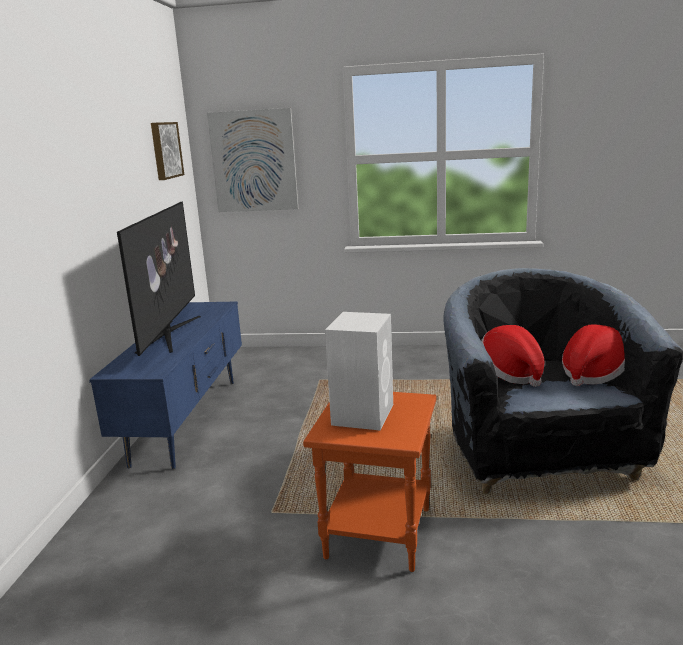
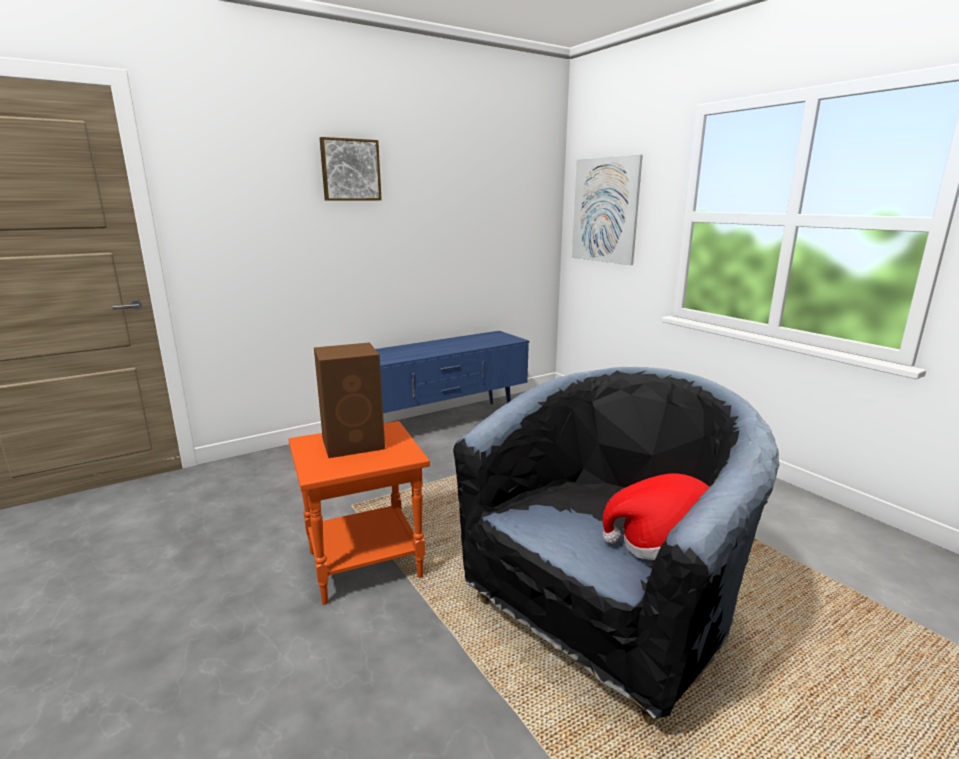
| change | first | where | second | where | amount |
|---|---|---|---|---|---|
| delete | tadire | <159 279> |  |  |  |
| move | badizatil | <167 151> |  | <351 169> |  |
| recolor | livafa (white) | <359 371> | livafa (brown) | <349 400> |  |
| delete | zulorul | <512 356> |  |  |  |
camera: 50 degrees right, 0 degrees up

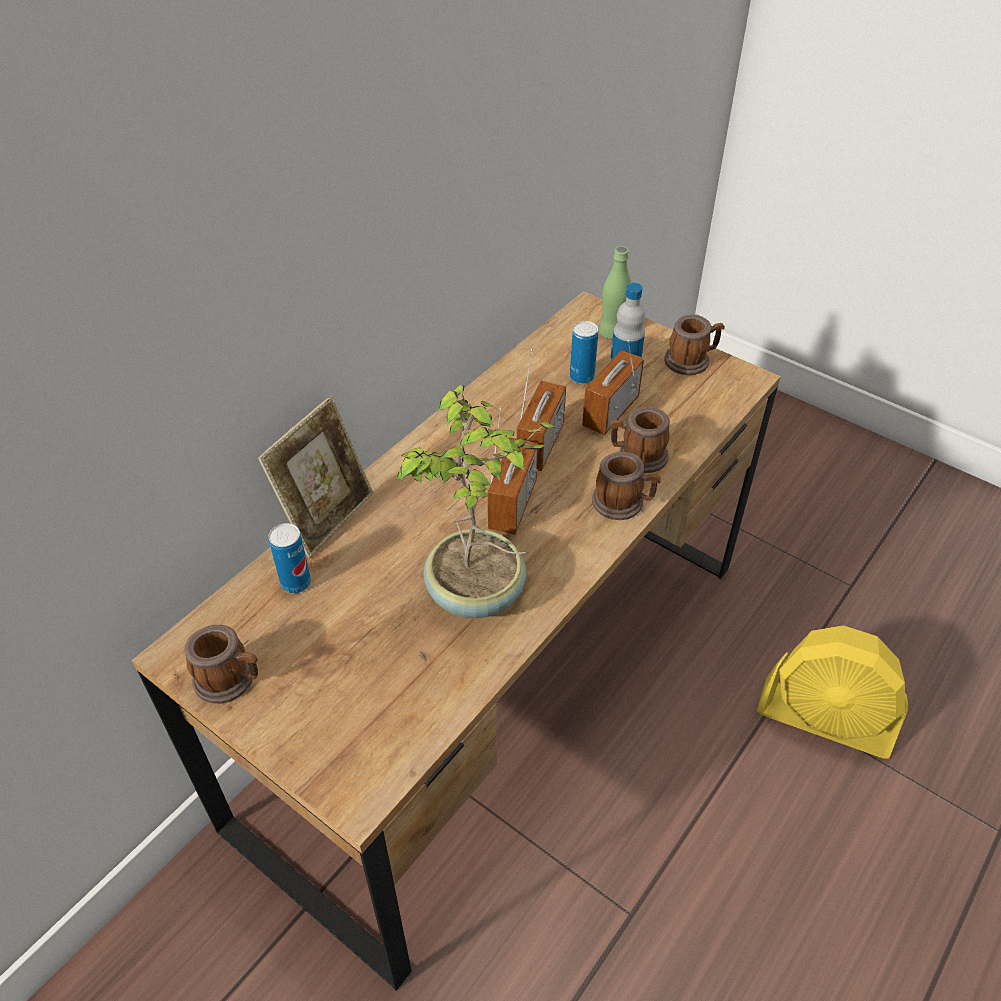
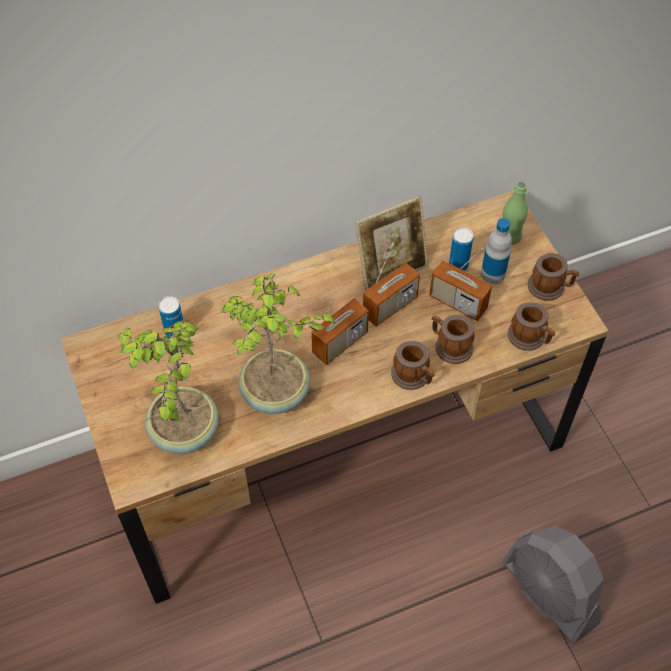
| change | first | where | second | where | amount |
|---|---|---|---|---|---|
| move | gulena | <221 664> |  | <531 326> |  |
| move | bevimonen | <315 477> |  | <391 243> |  |
| rotate | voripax | <613 387> |  | <460 284> | 120 degrees counterclockwise |
| recolor | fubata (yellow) | <832 692> | fubata (grey) | <553 585> |  |
| insert |  |  | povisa | <168 387> |  |
camera: 30 degrees right, 10 degrees up

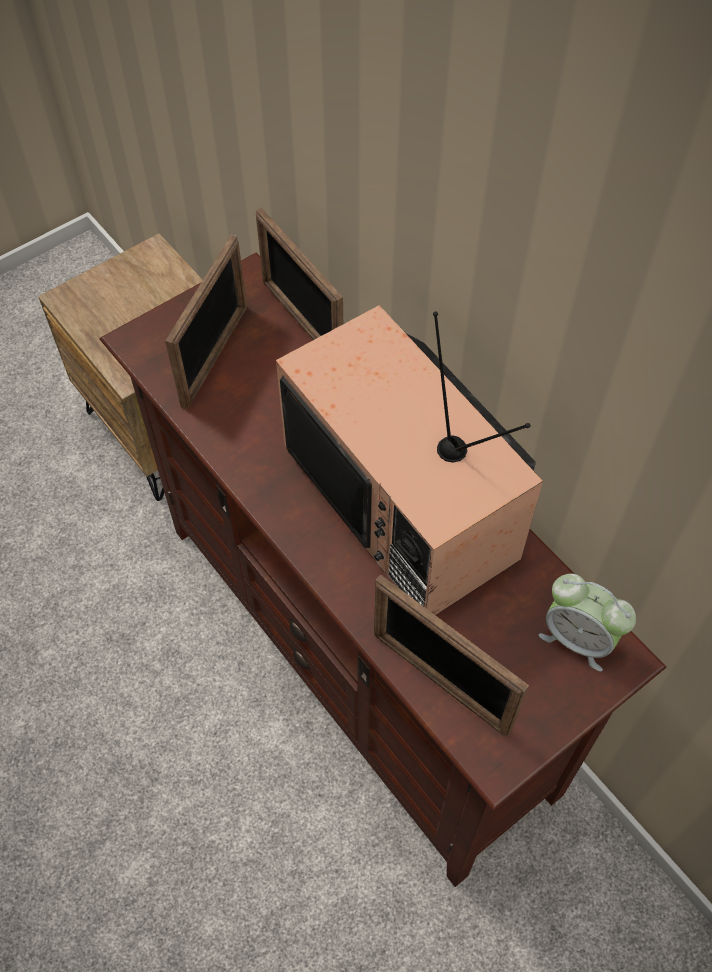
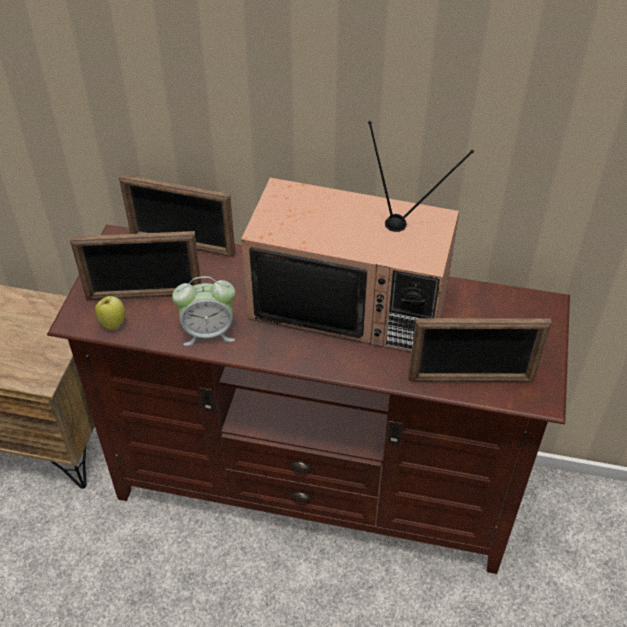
| change | first | where | second | where | amount |
|---|---|---|---|---|---|
| rotate | bevimonen | <206 322> |  | <135 265> | 105 degrees clockwise |
| move | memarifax | <587 622> |  | <204 311> |  |
| insert |  |  | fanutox | <110 313> |  |
camera: 40 degrees left, 10 degrees down

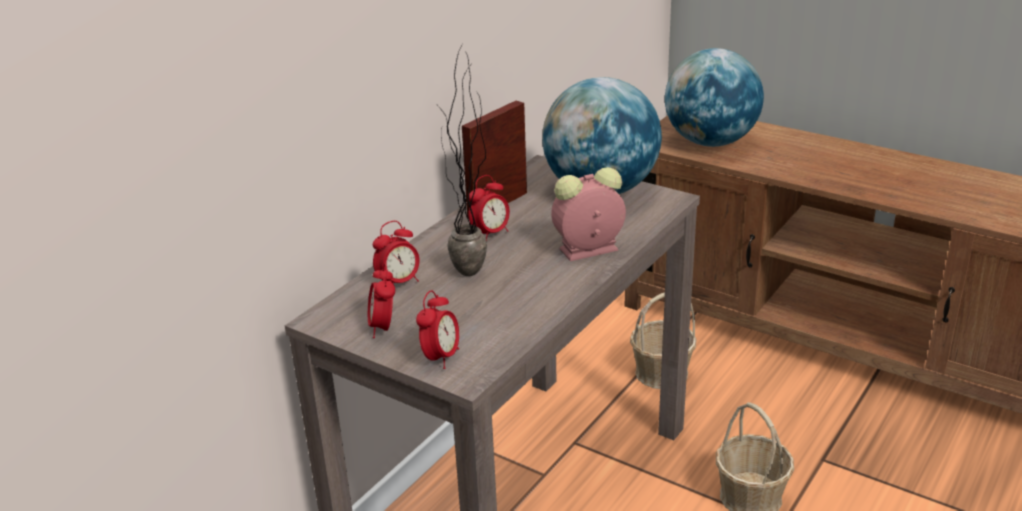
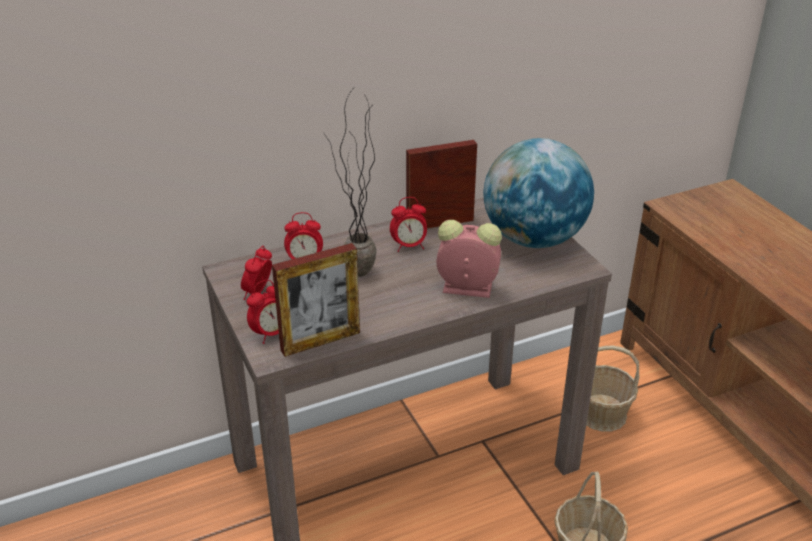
| change | first | where | second | where | amount |
|---|---|---|---|---|---|
| delete | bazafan | <714 97> |  |  |  |
| insert |  |  | bevimonen | <316 300> |  |
camera: 30 degrees right, 5 degrees up

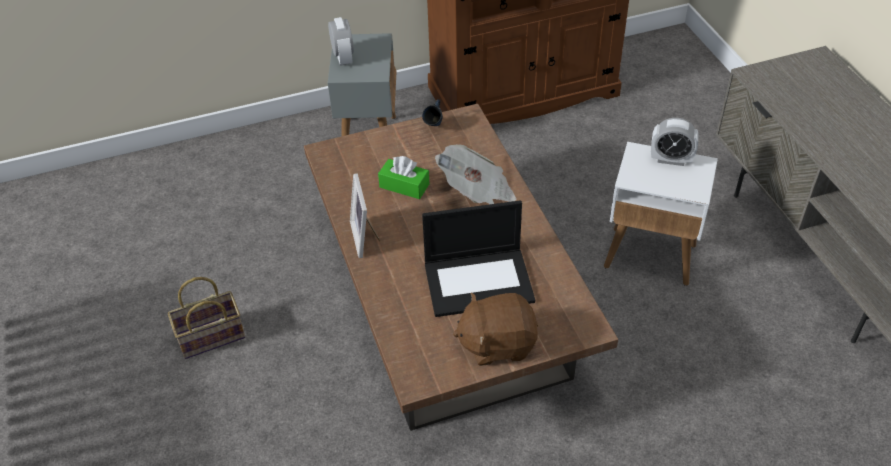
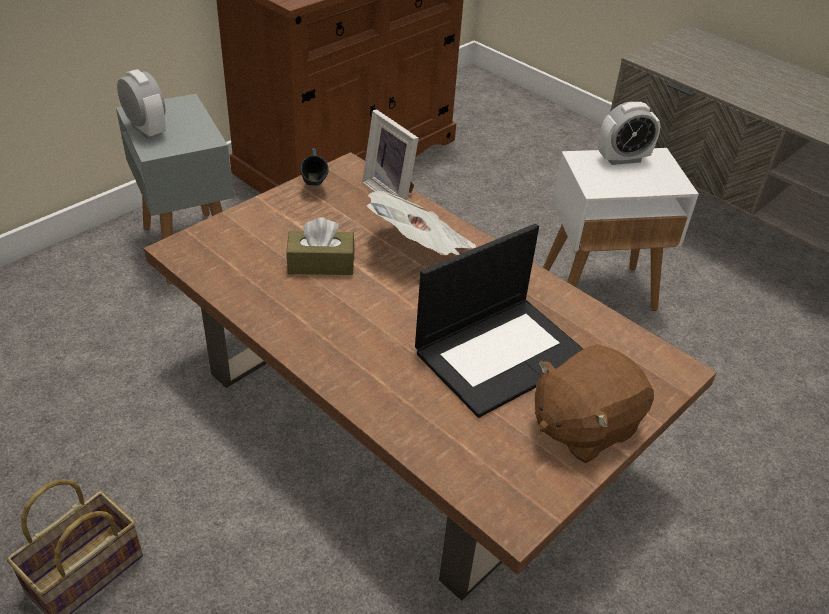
| change | first | where | second | where | amount |
|---|---|---|---|---|---|
| move | bevimonen | <365 215> |  | <390 154> |  |
| recolor | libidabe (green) | <403 177> | libidabe (brown) | <320 246> |  |
camera: 30 degrees left, 5 degrees down

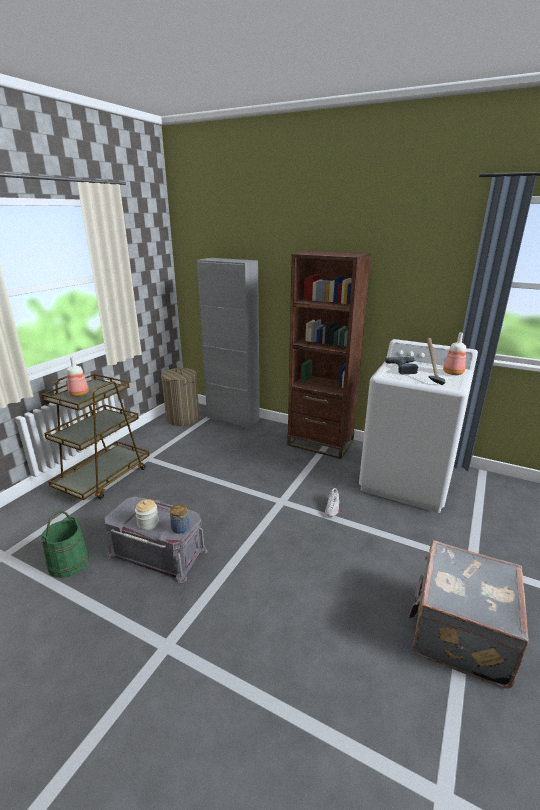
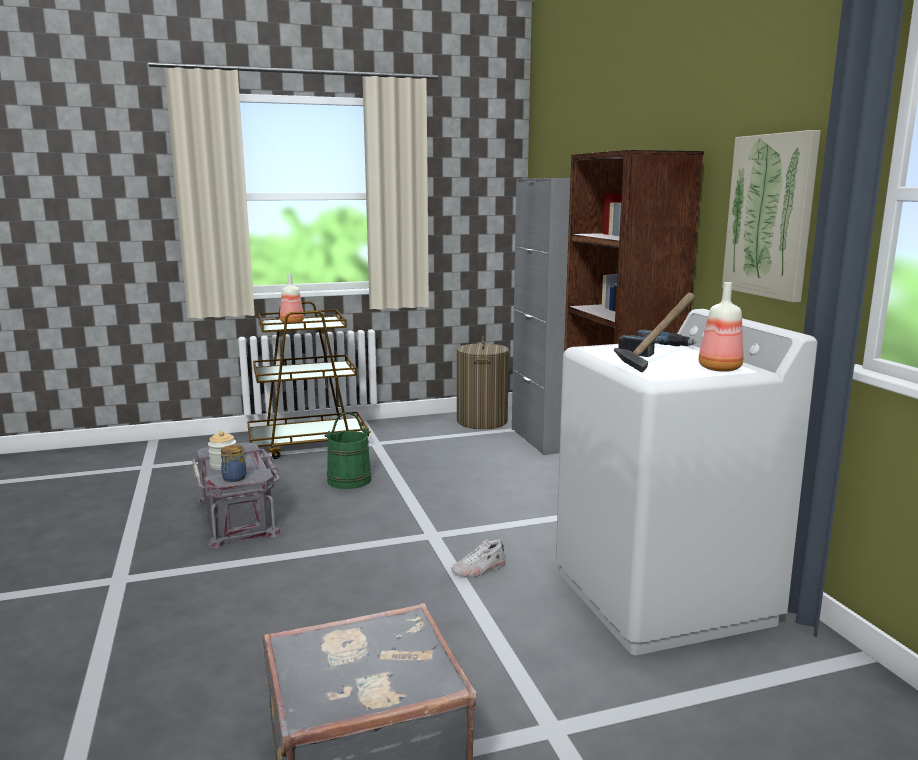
| change | first | where | second | where | amount |
|---|---|---|---|---|---|
| move | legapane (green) | <64 544> |  | <348 450> |  |
| insert |  |  | badizatil | <771 216> |  |
camera: 45 degrees right, 10 degrees down

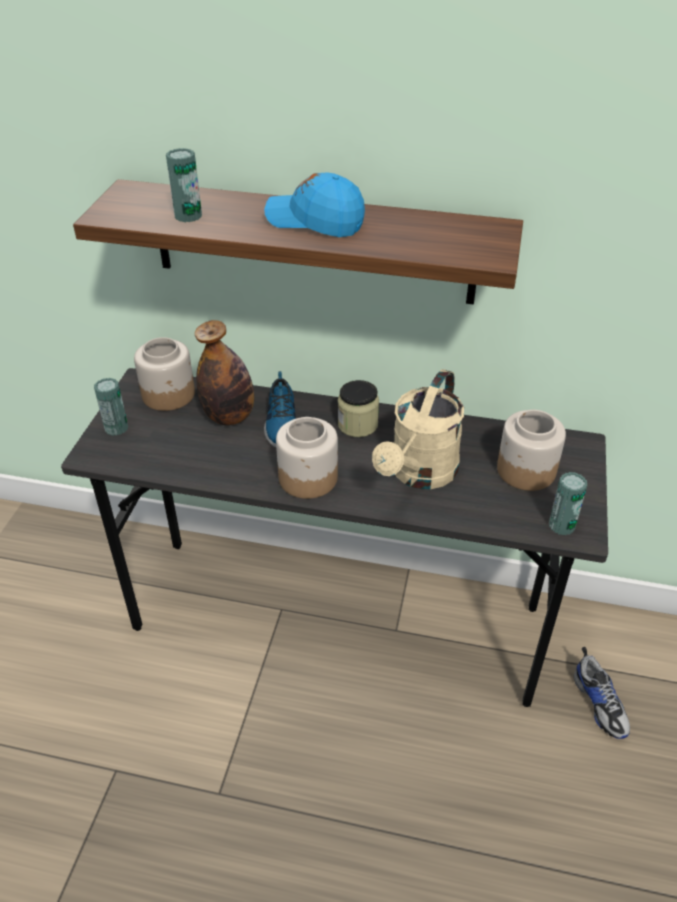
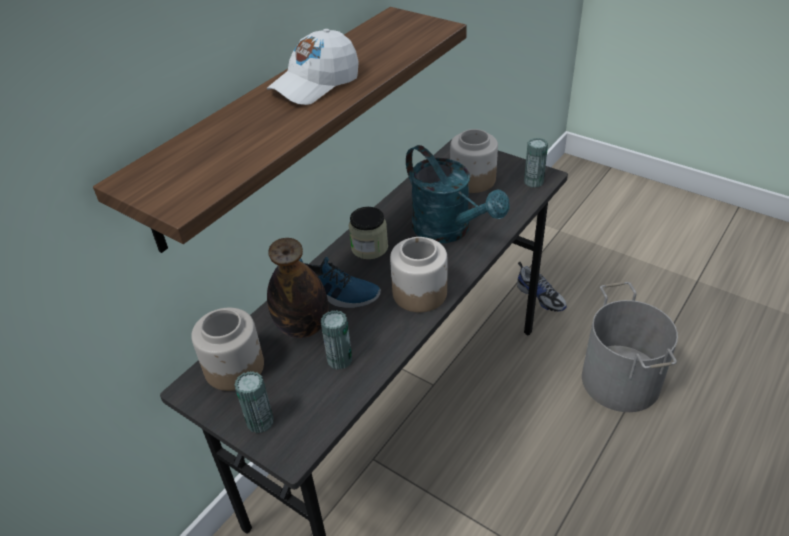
| change | first | where | second | where | amount |
|---|---|---|---|---|---|
| move | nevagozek | <184 185> |  | <336 340> |  |
| recolor | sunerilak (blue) | <314 204> | sunerilak (white) | <313 67> |  |
| recolor | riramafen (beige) | <418 429> | riramafen (turquoise) | <457 194> |  |
| rotate | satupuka | <601 693> |  | <542 287> | 45 degrees clockwise |
| insert |  |  | legapane (grey) | <630 347> |  |
camera: 65 degrees left, 0 degrees up

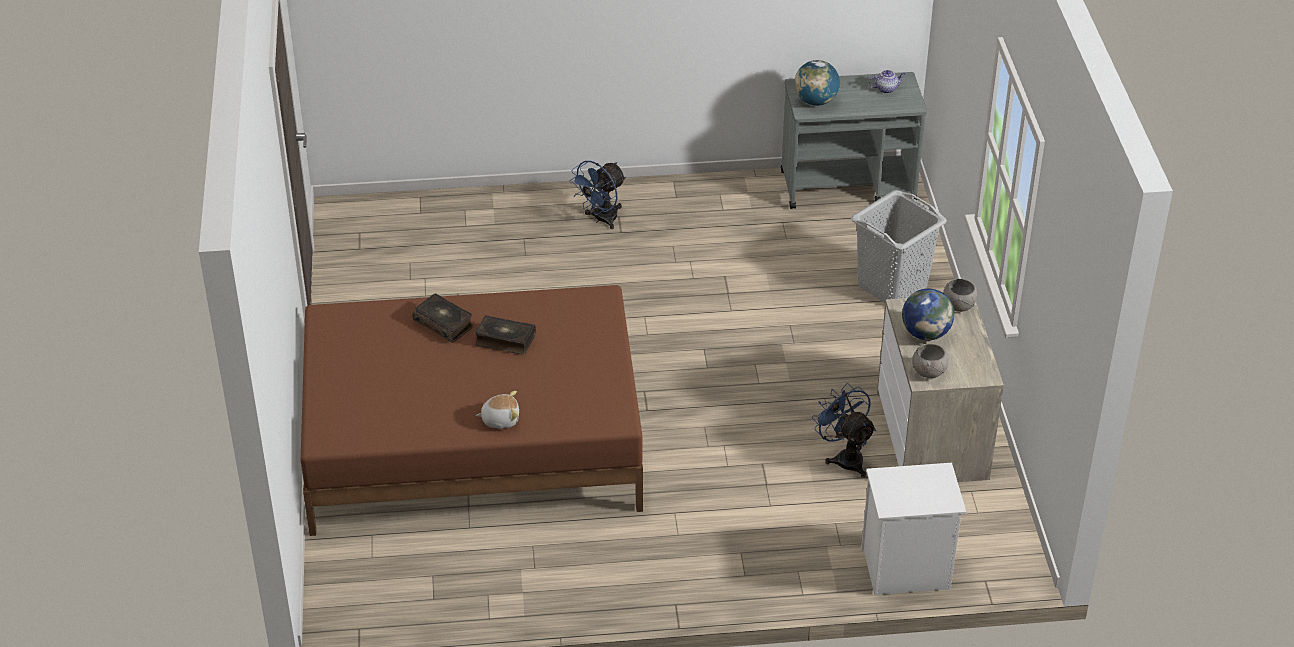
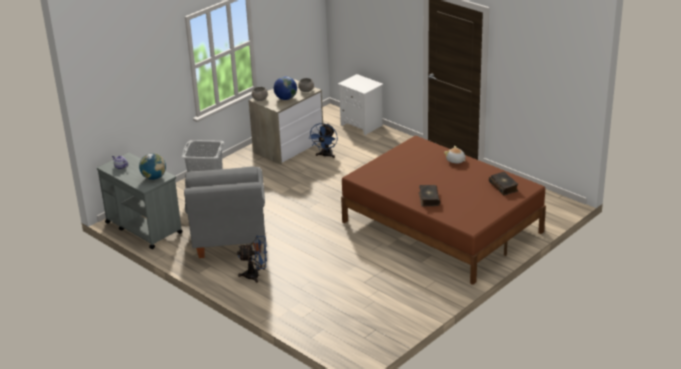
| change | first | where | second | where | amount |
|---|---|---|---|---|---|
| move | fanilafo | <505 335> |  | <503 183> |  |
| insert |  |  | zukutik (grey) | <224 212> |  |
camera: 130 degrees left, 10 degrees down

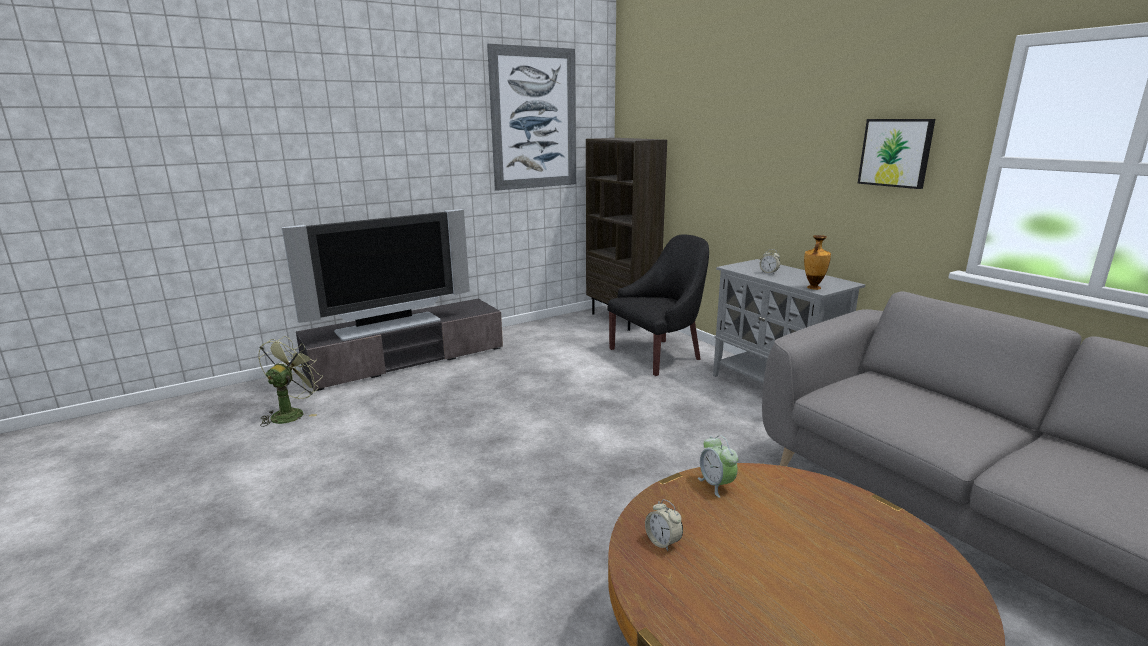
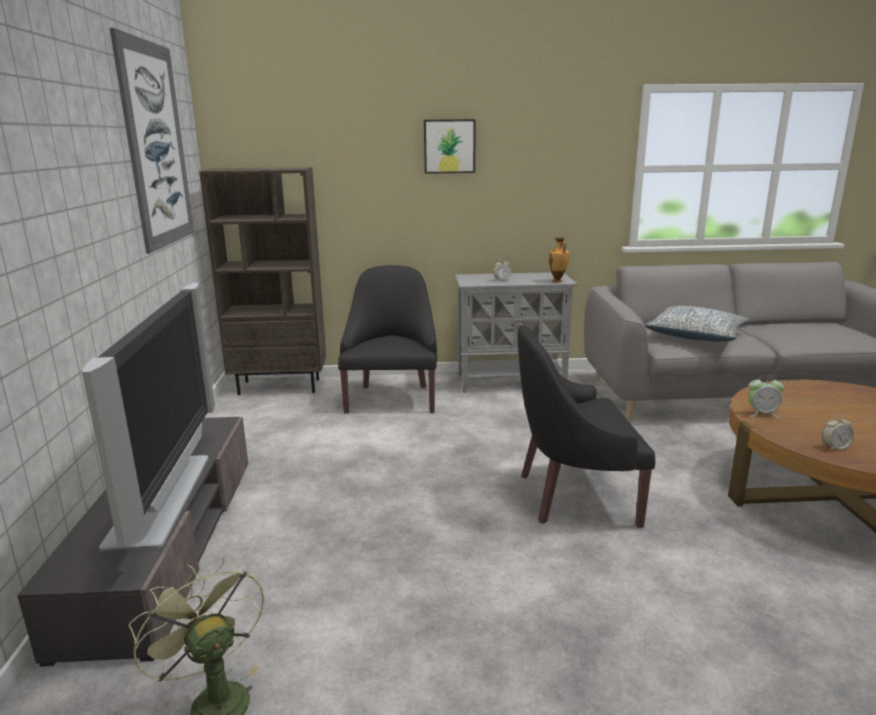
| change | first | where | second | where | amount |
|---|---|---|---|---|---|
| move | badizatil | <896 154> |  | <450 146> |  |
| insert |  |  | zukutik (black) | <586 426> |  |
| insert |  |  | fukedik | <696 323> |  |
camera: 60 degrees left, 0 degrees up

